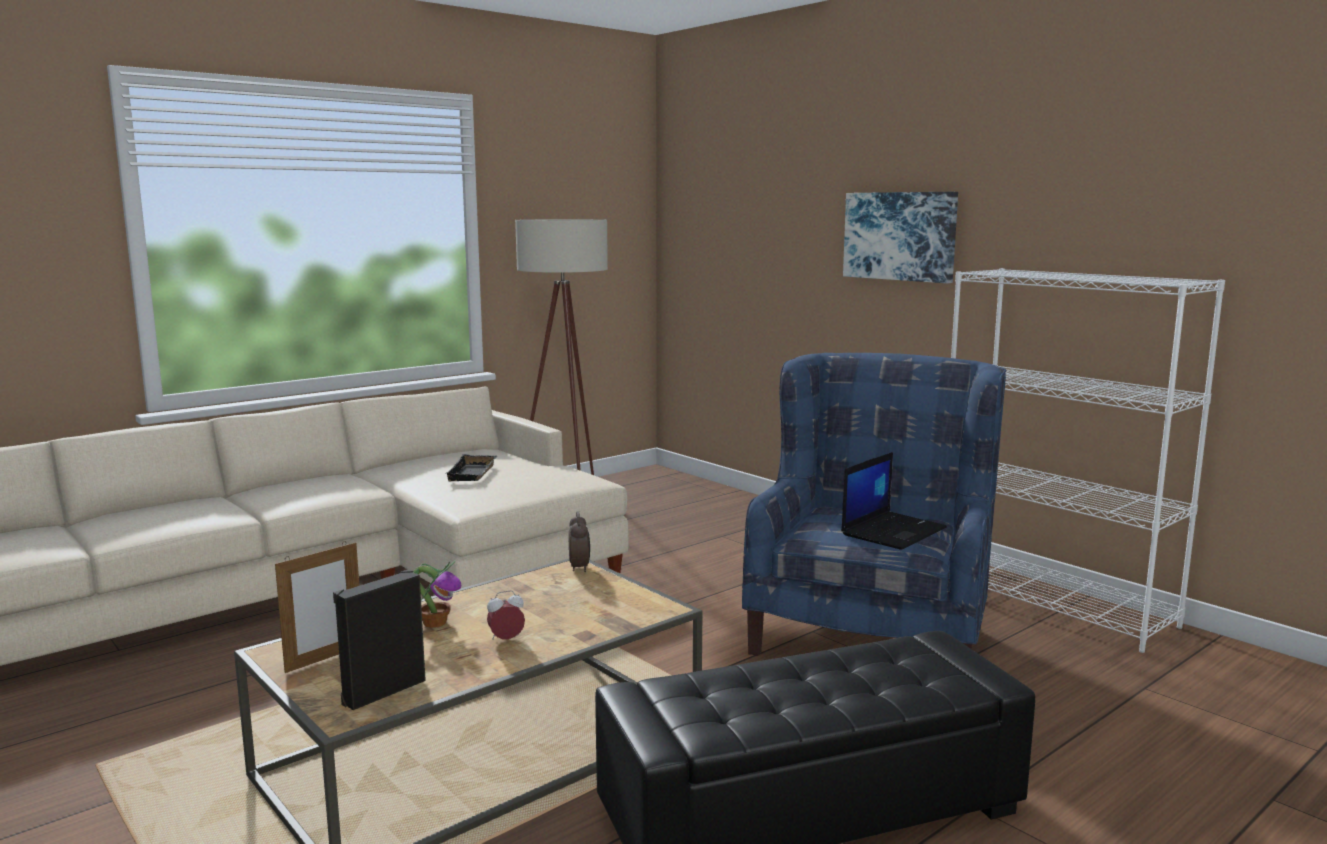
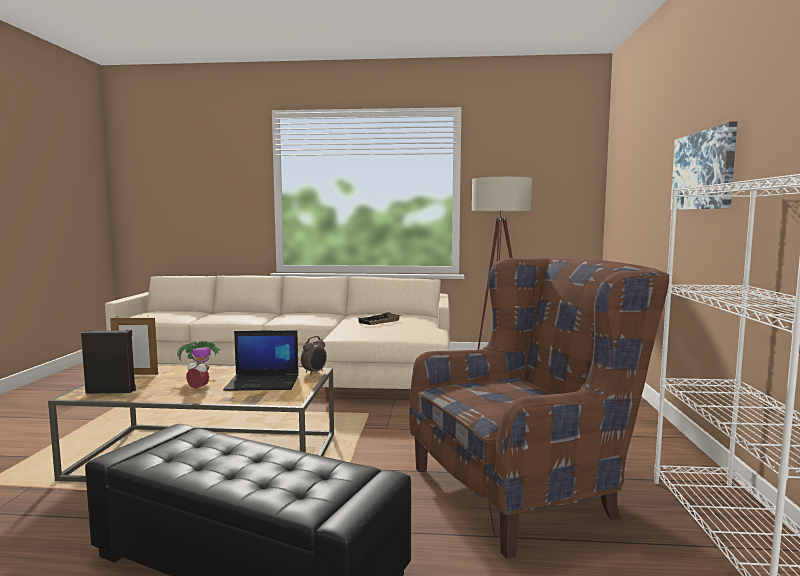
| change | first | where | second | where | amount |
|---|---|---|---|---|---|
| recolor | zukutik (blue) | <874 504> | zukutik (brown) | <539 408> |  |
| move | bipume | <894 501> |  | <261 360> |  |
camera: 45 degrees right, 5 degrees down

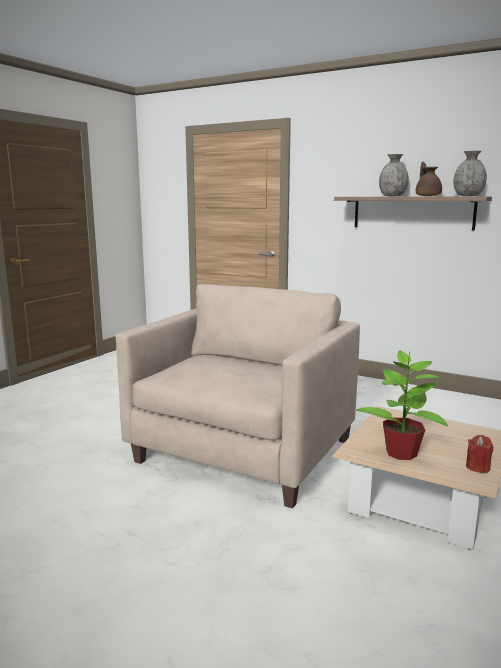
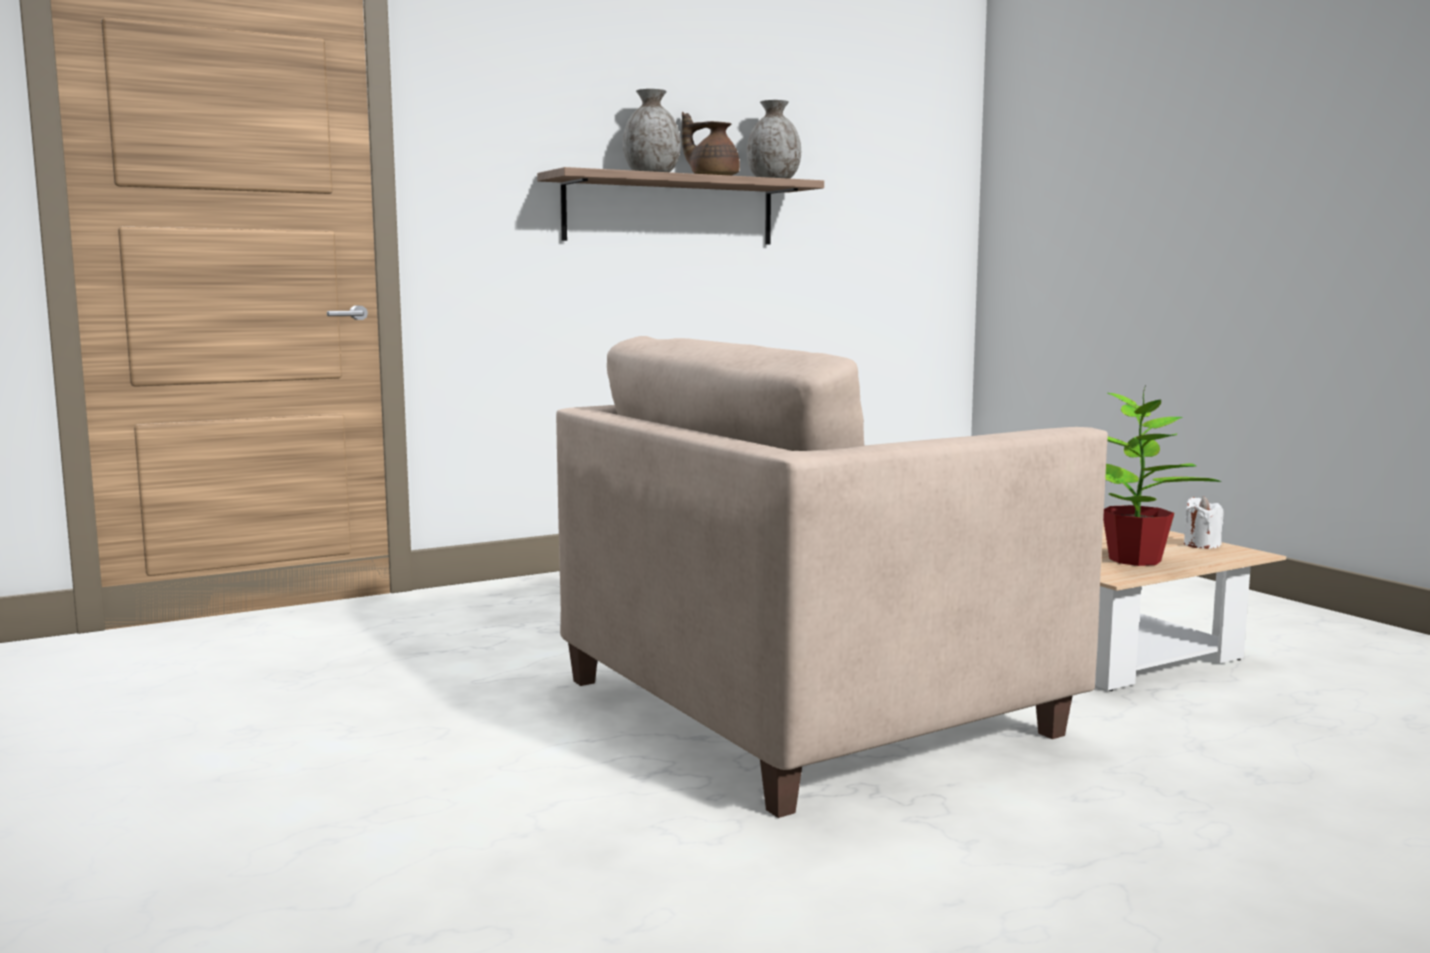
| change | first | where | second | where | amount |
|---|---|---|---|---|---|
| rotate | zukutik (beige) | <238 396> |  | <832 577> | 90 degrees counterclockwise |
| recolor | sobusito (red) | <479 454> | sobusito (white) | <1203 522> |  |
camera: 60 degrees left, 5 degrees down

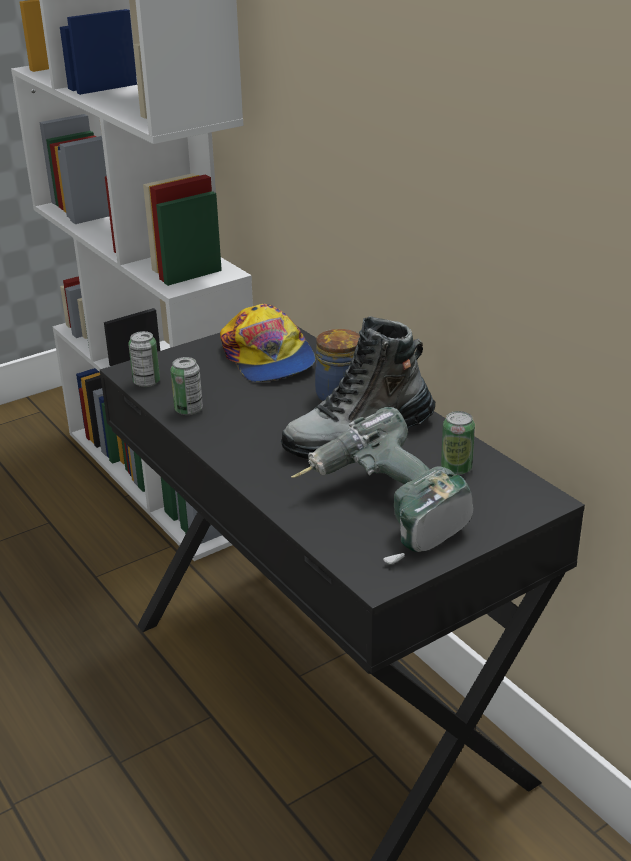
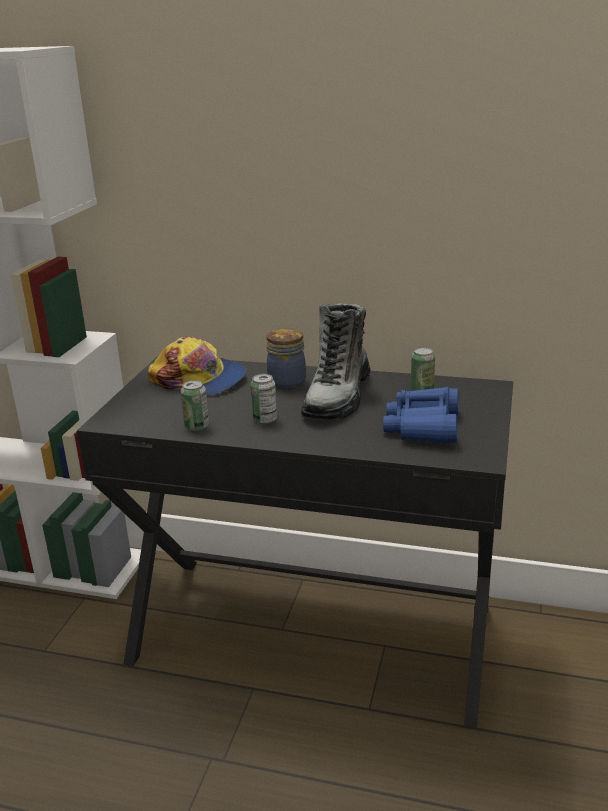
| change | first | where | second | where | amount |
|---|---|---|---|---|---|
| move | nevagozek | <144 359> |  | <263 399> |  |
| replace | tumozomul | <382 486> | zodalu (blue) | <421 415> |  |
camera: 40 degrees left, 5 degrees down

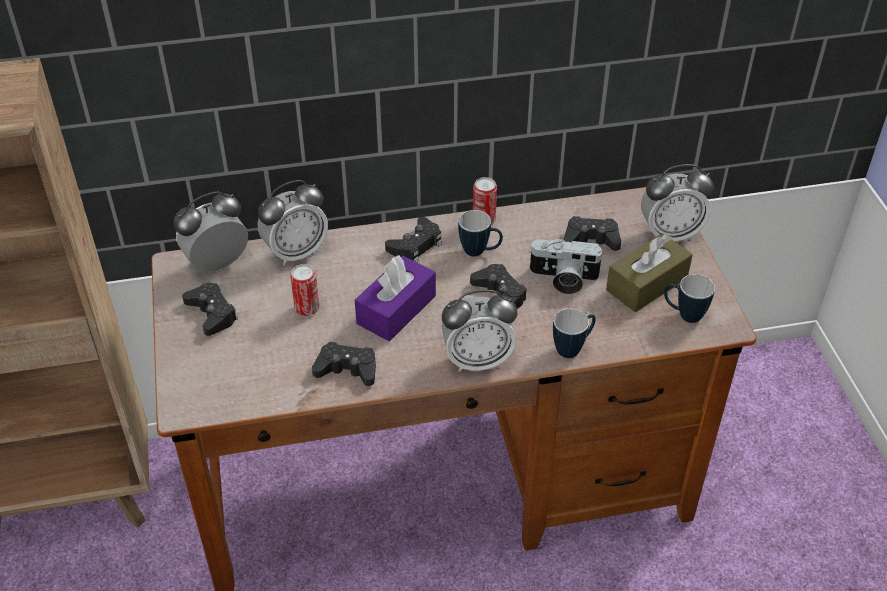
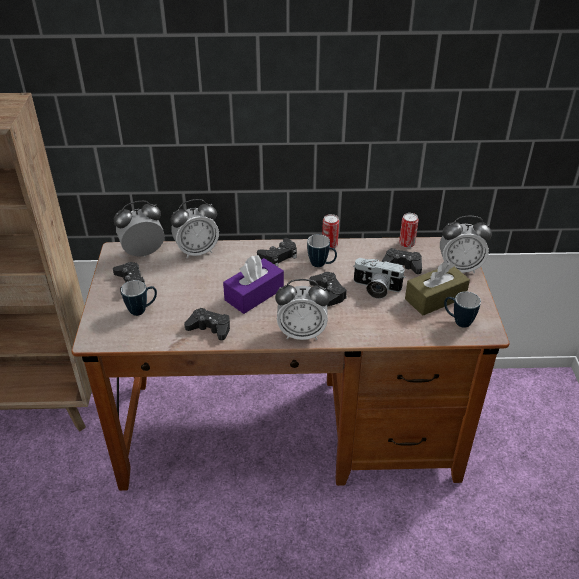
| change | first | where | second | where | amount |
|---|---|---|---|---|---|
| move | nevagozek | <304 290> |  | <409 230> |  |
| move | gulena | <574 333> |  | <139 298> |  |
camera: 10 degrees right, 5 degrees down

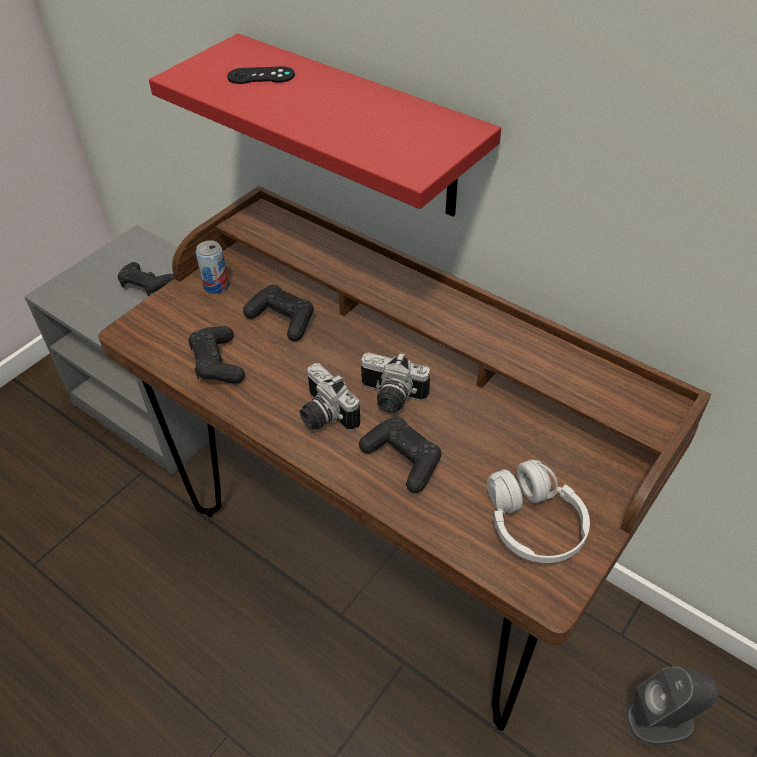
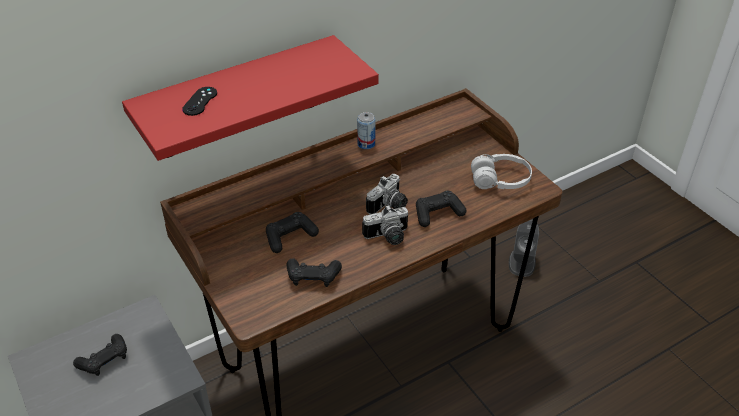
| change | first | where | second | where | amount |
|---|---|---|---|---|---|
| move | nevagozek | <212 267> |  | <366 130> |  |
camera: 70 degrees left, 5 degrees down

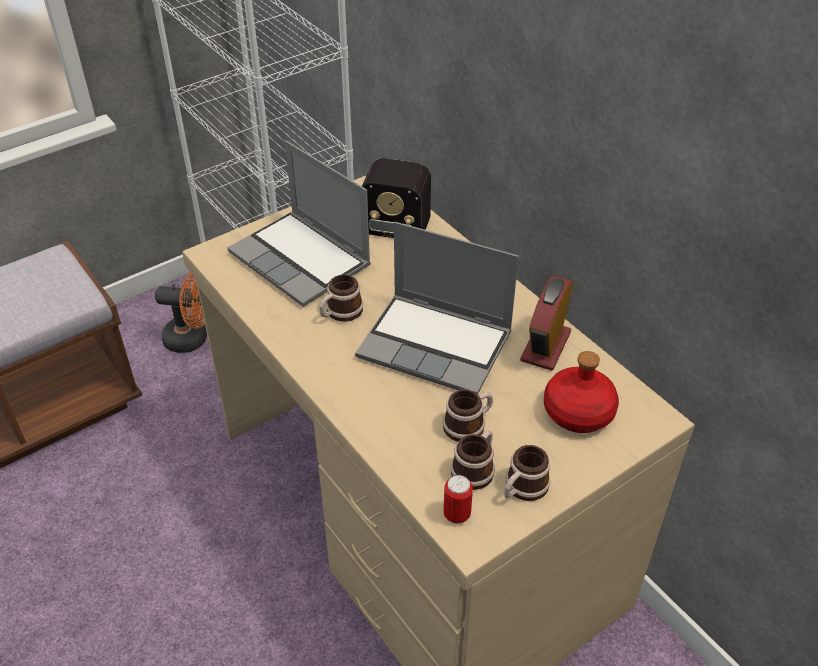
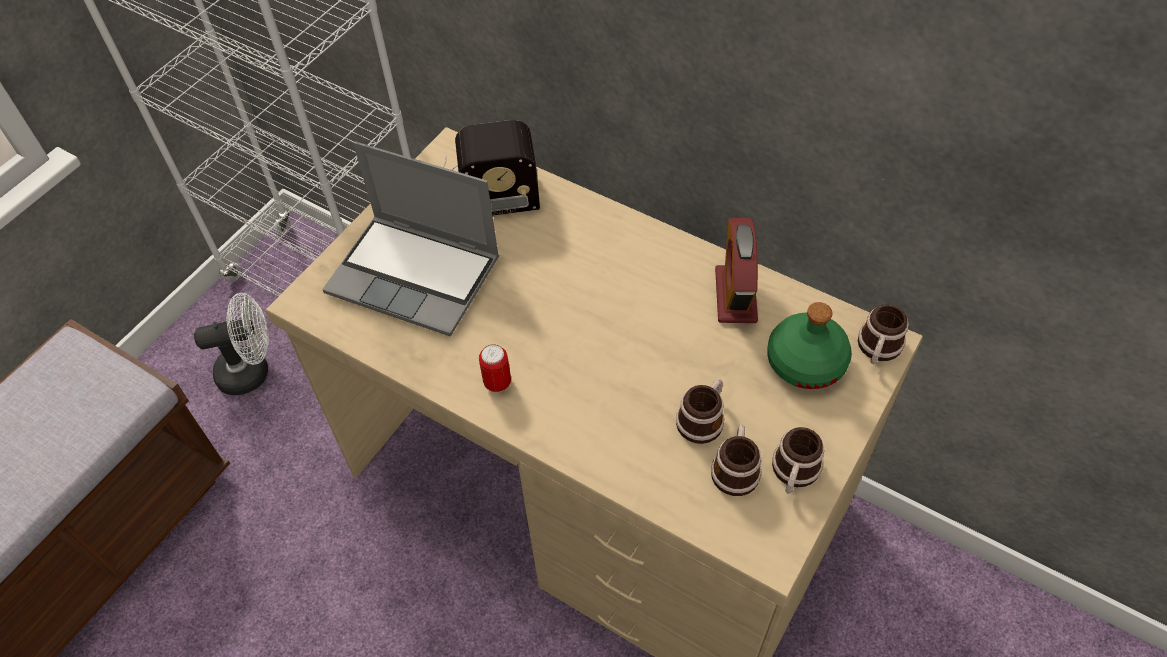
| change | first | where | second | where | amount |
|---|---|---|---|---|---|
| recolor | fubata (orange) | <181 312> | fubata (white) | <231 344> |  |
| move | gulena | <341 298> |  | <883 334> |  |
| delete | bipume | <437 308> |  |  |  |
| move | nevagozek | <458 499> |  | <495 368> |  |
| recolor | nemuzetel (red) | <581 392> | nemuzetel (green) | <809 345> |  |
camera: 20 degrees left, 10 degrees up

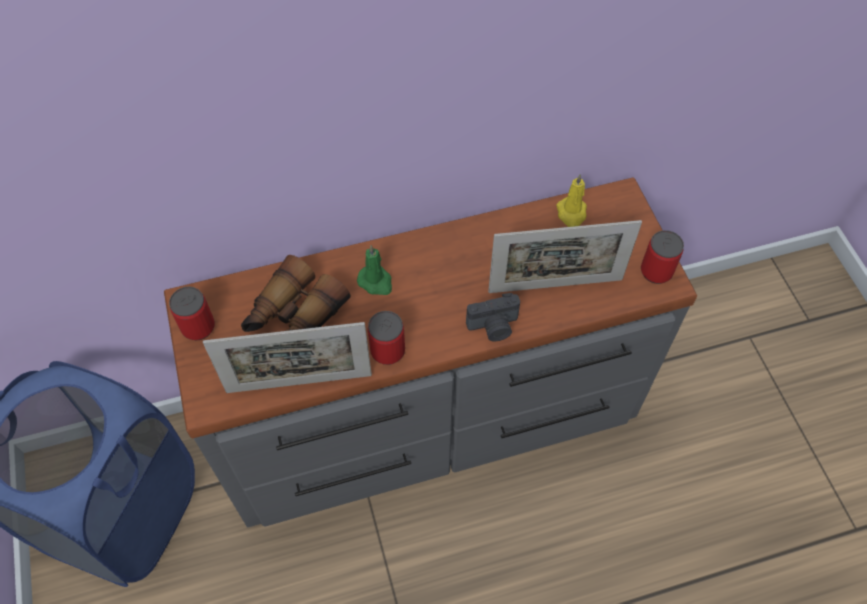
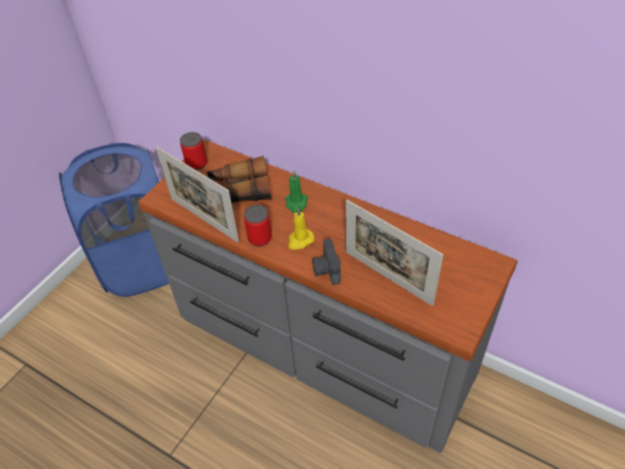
| change | first | where | second | where | amount |
|---|---|---|---|---|---|
| rotate | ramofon | <493 317> |  | <326 262> | 45 degrees clockwise |
| move | sobusito (yellow) | <571 200> |  | <301 228> |  |
| delete | nevagozek | <662 257> |  |  |  |
camera: 50 degrees right, 10 degrees down

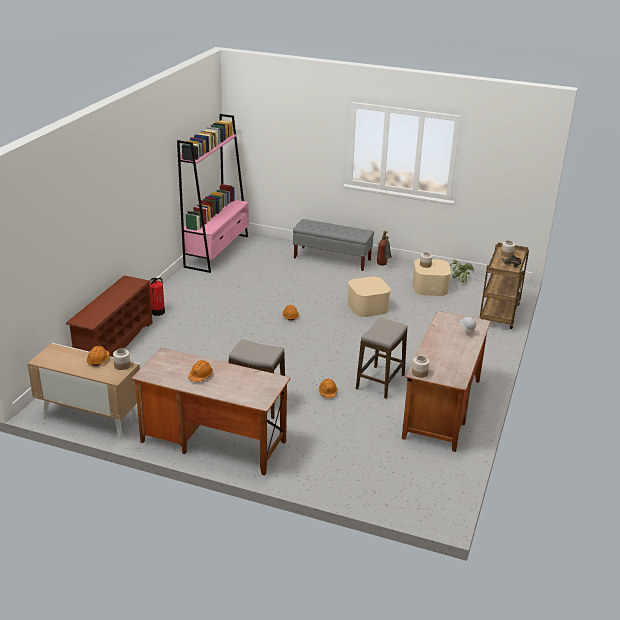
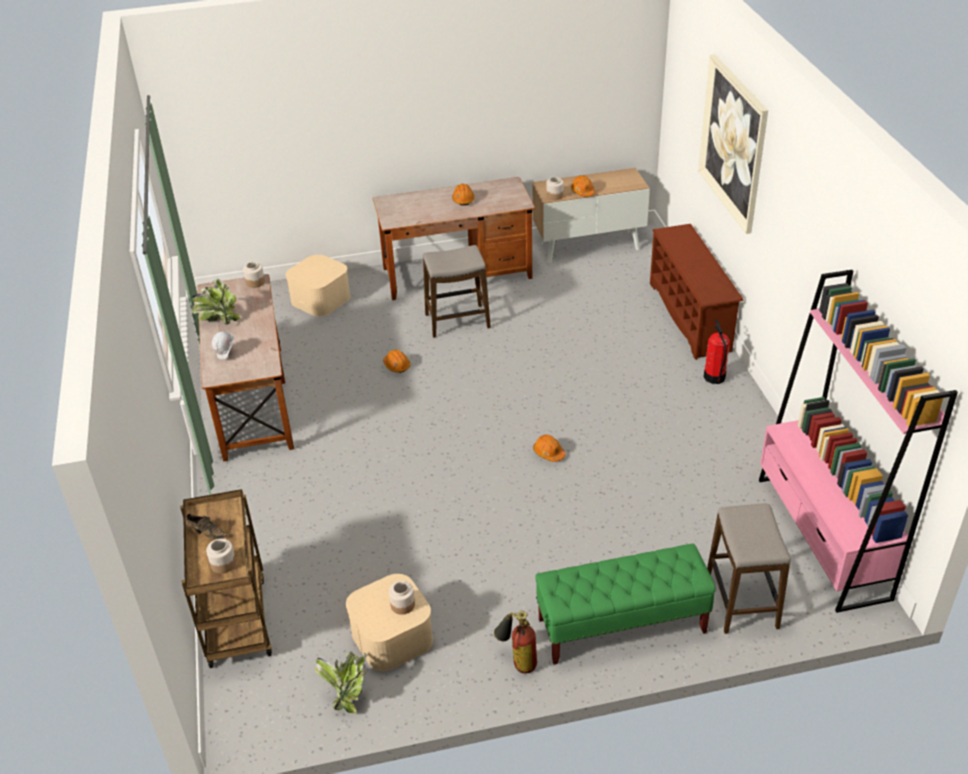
| change | first | where | second | where | amount |
|---|---|---|---|---|---|
| recolor | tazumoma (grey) | <333 245> | tazumoma (green) | <625 604> |  |
| move | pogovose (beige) | <369 297> |  | <317 285> |  |
| move | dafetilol | <382 358> |  | <749 569> |  |
| insert |  |  | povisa | <216 302> |  |
| insert |  |  | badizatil | <733 144> |  |
camera: 150 degrees right, 10 degrees up

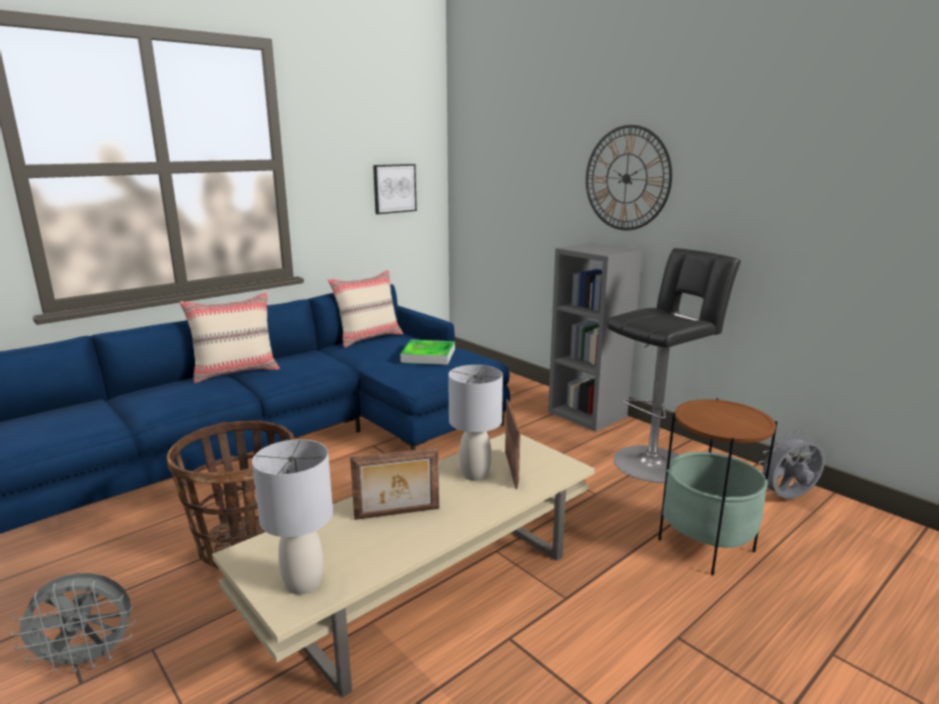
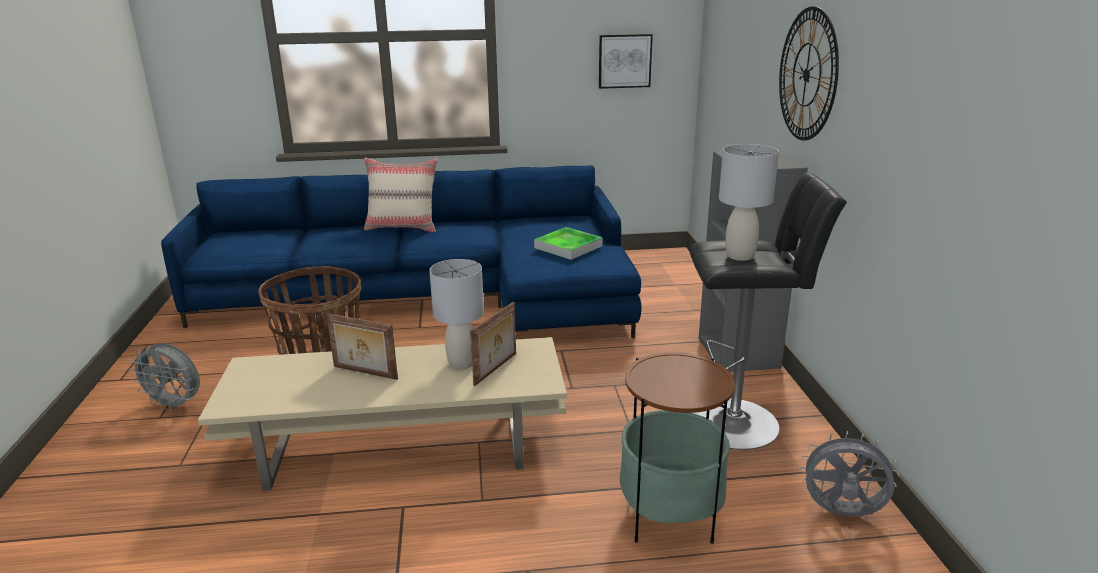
| change | first | where | second | where | amount |
|---|---|---|---|---|---|
| move | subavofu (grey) | <292 516> |  | <749 202> |  |
| delete | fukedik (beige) | <365 309> |  |  |  |
camera: 35 degrees right, 5 degrees up

